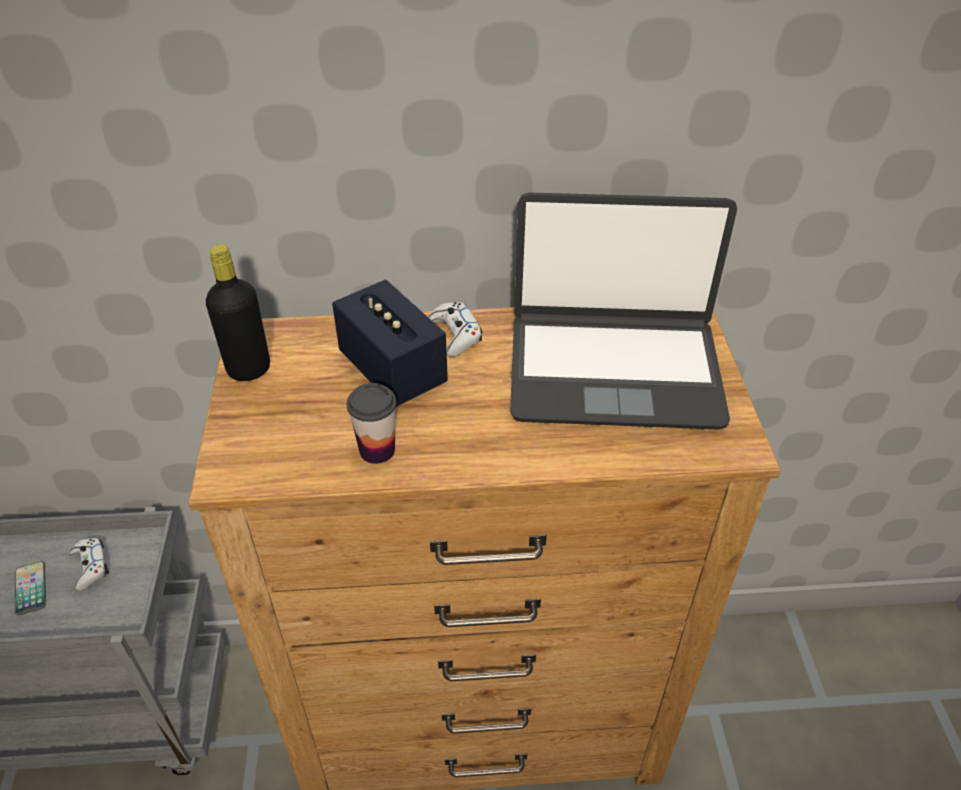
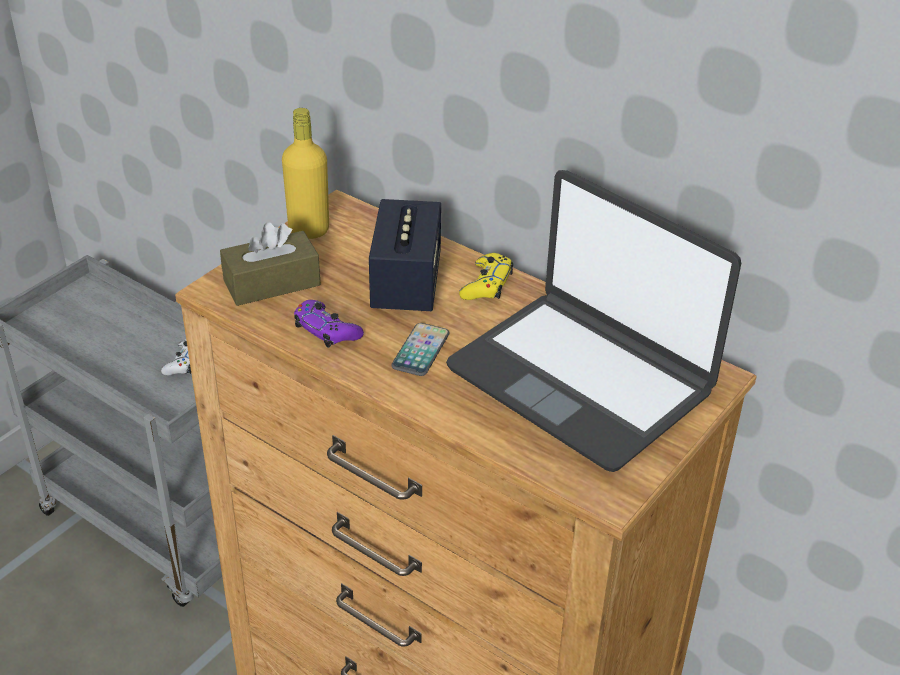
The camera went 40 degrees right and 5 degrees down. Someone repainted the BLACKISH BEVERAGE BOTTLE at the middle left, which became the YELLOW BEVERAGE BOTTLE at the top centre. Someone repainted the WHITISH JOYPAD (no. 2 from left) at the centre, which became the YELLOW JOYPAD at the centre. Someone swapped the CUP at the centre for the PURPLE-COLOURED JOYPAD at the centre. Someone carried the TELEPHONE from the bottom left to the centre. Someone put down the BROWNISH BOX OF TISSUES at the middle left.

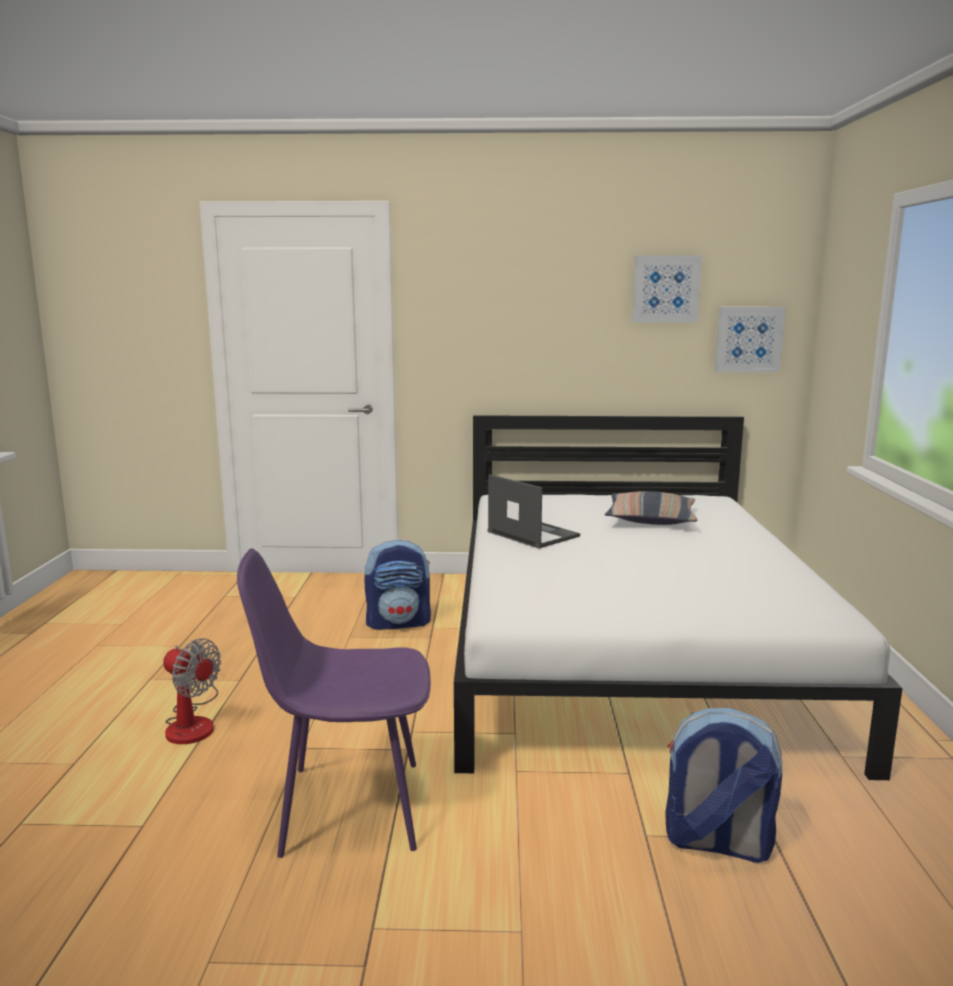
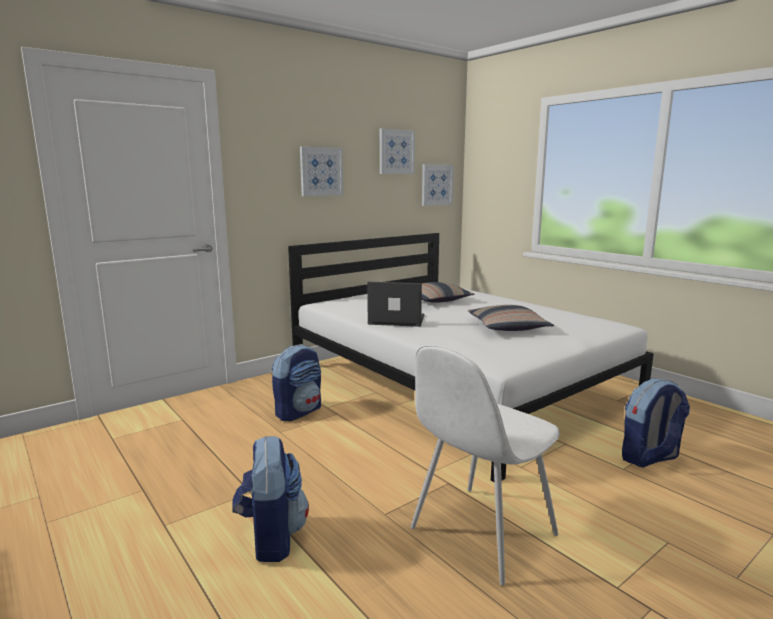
The camera went 40 degrees left and 0 degrees up. Someone repainted the PURPLE-COLOURED PLAIN CHAIR at the bottom centre, which became the WHITISH PLAIN CHAIR at the bottom centre. Someone swapped the COOLING FAN at the bottom left for the BACKPACK (no. 1 from left) at the bottom centre. Someone put up the WALL PICTURE (no. 1 from left) at the top centre. Someone put down the CUSHION (no. 2 from left) at the centre.

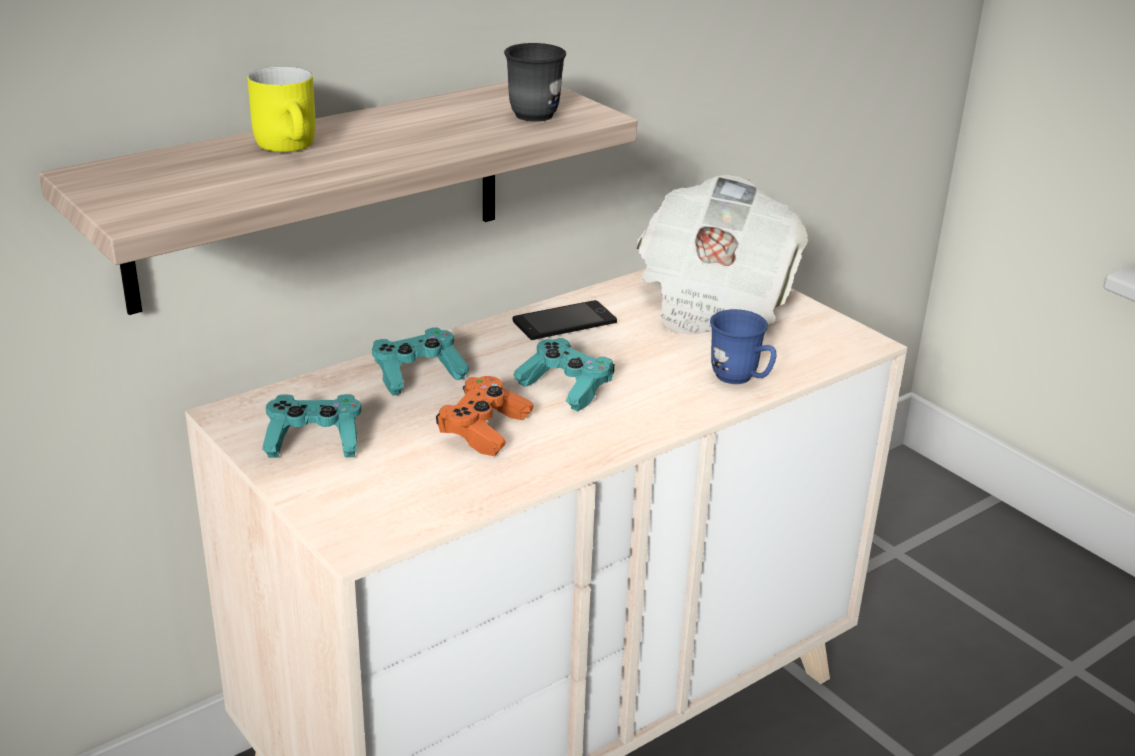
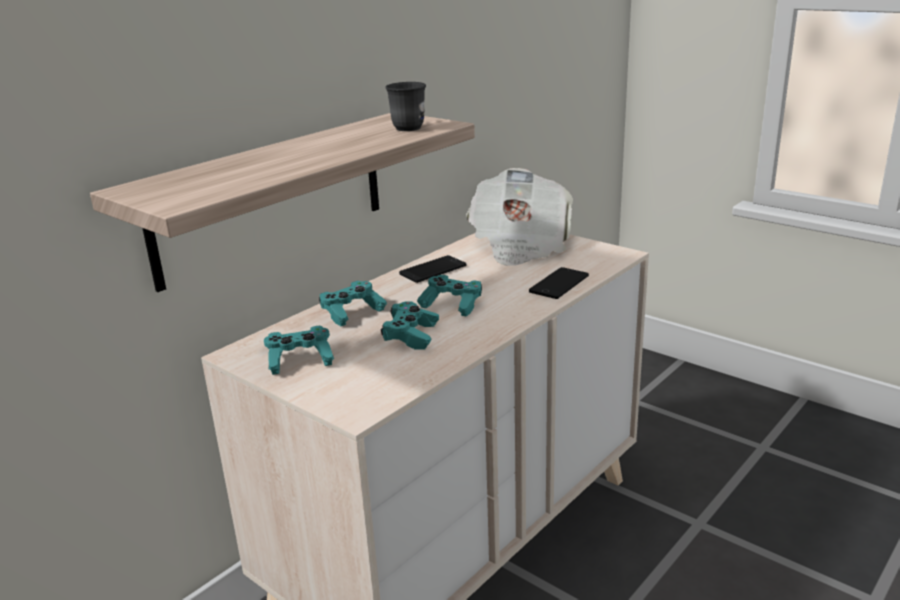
The camera went 10 degrees left and 5 degrees down. Someone took away the YELLOW COFFEE MUG at the top left. Someone swapped the BLUISH COFFEE MUG at the centre for the TELEPHONE (no. 2 from left) at the centre. Someone repainted the ORANGE JOYPAD at the centre, which became the TURQUOISE JOYPAD (no. 3 from left) at the centre.

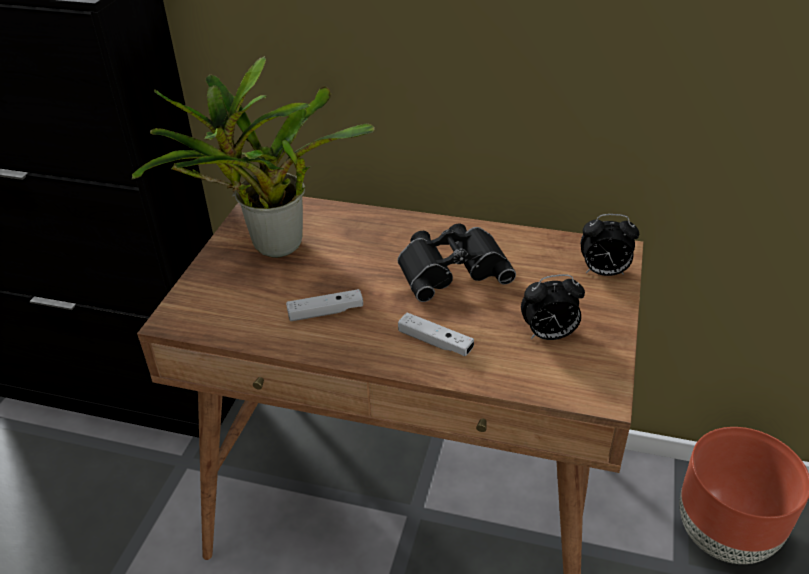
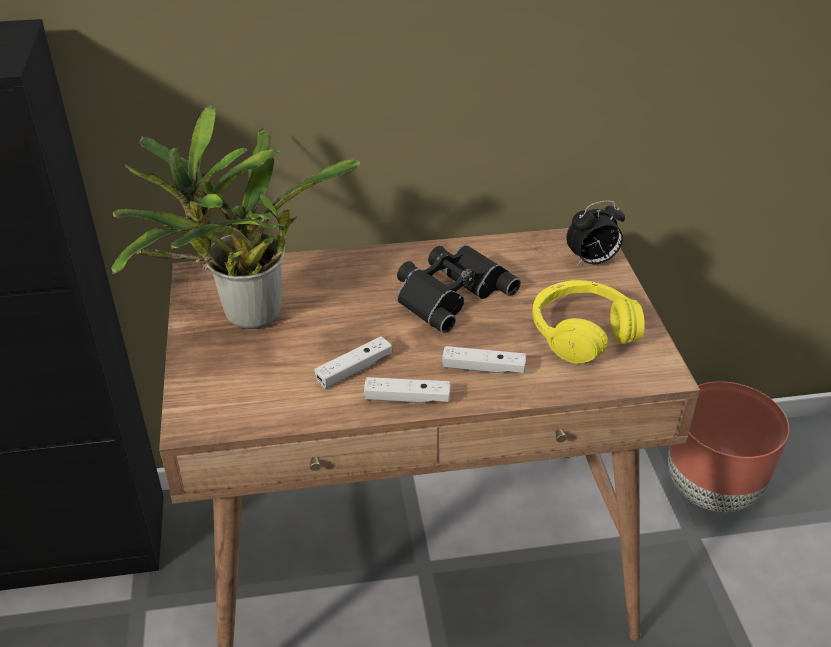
The camera went 25 degrees left and 0 degrees up. Someone swapped the ALARM CLOCK (no. 1 from left) at the middle right for the YELLOW HEADPHONES at the middle right. Someone put down the WHITISH JOYPAD (no. 2 from left) at the centre.

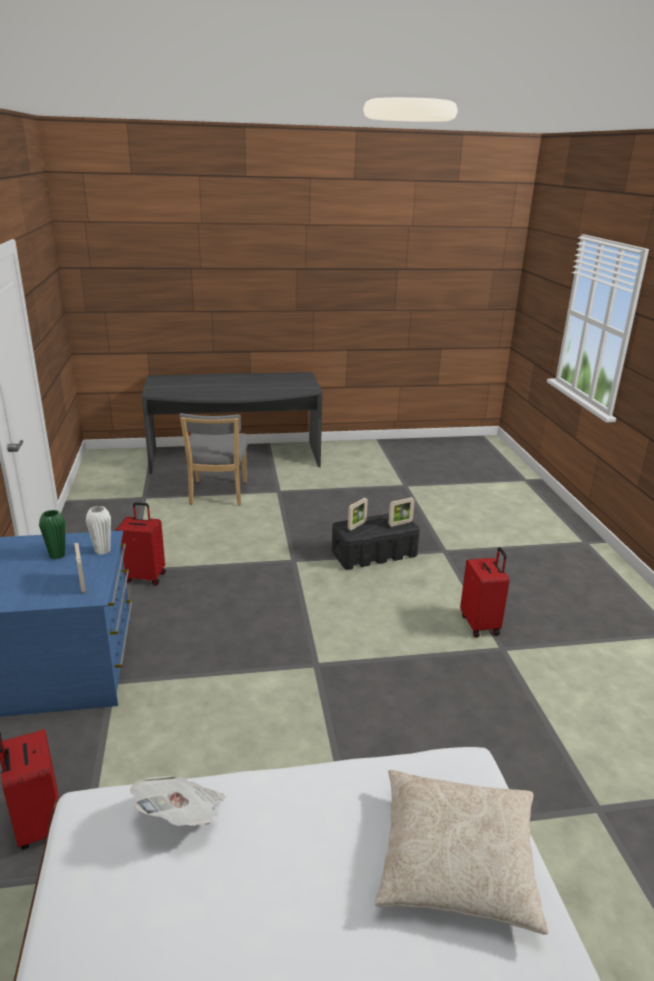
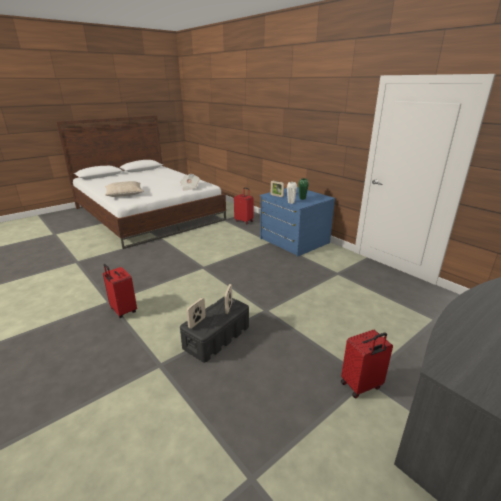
The camera went 150 degrees right and 0 degrees up. Someone took away the GREYISH PLAIN CHAIR at the middle left. Someone carried the REDDISH SUITCASE (no. 2 from left in the first image) from the middle left to the bottom right.

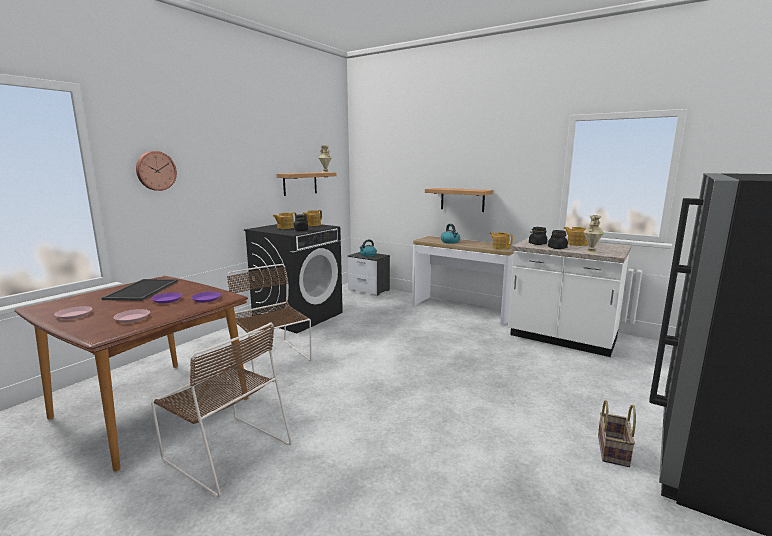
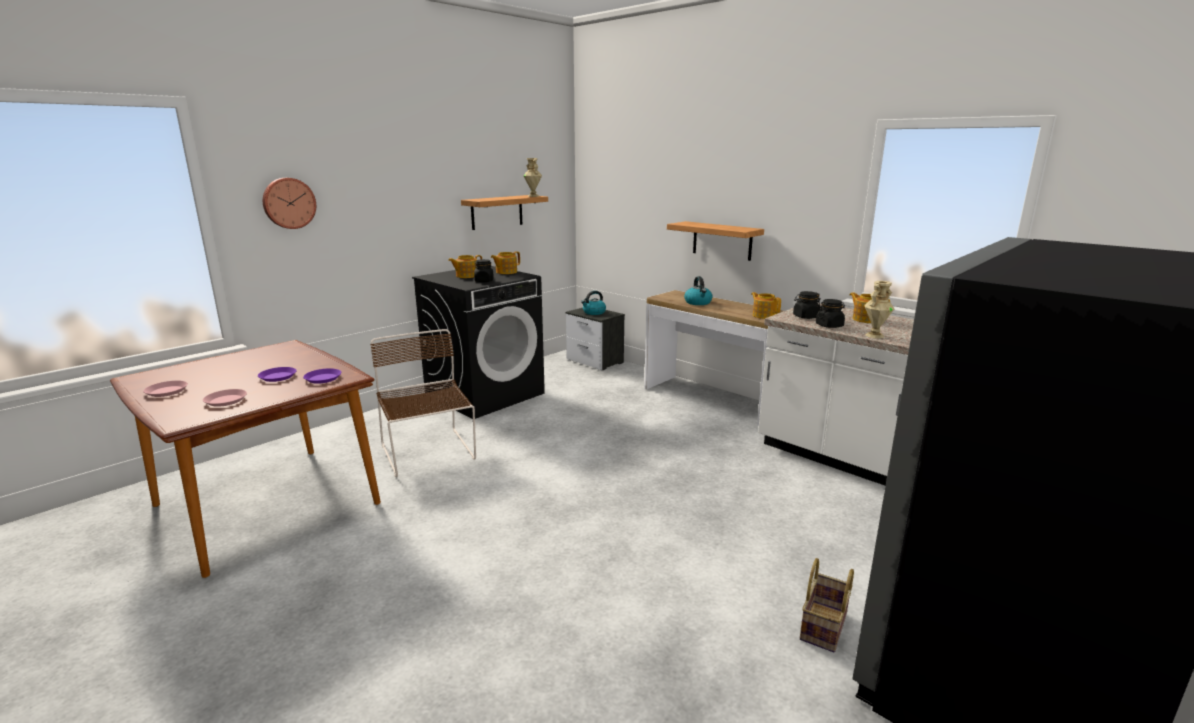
The camera went 10 degrees right and 5 degrees up. Someone took away the TRAY at the middle left. Someone took away the BROWNISH PLAIN CHAIR (no. 1 from left) at the bottom left.

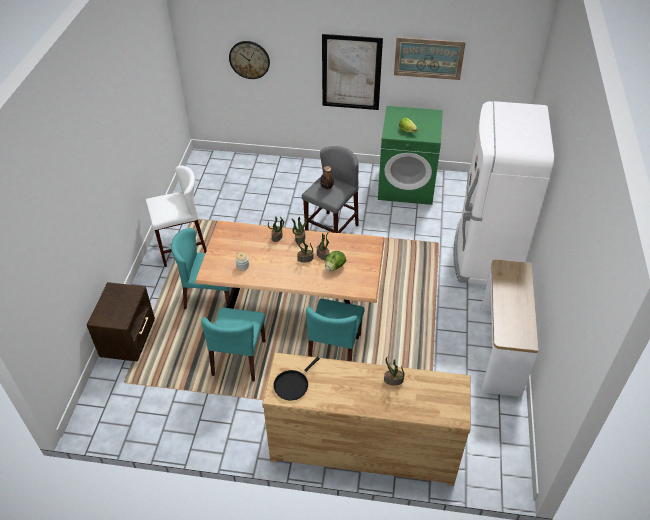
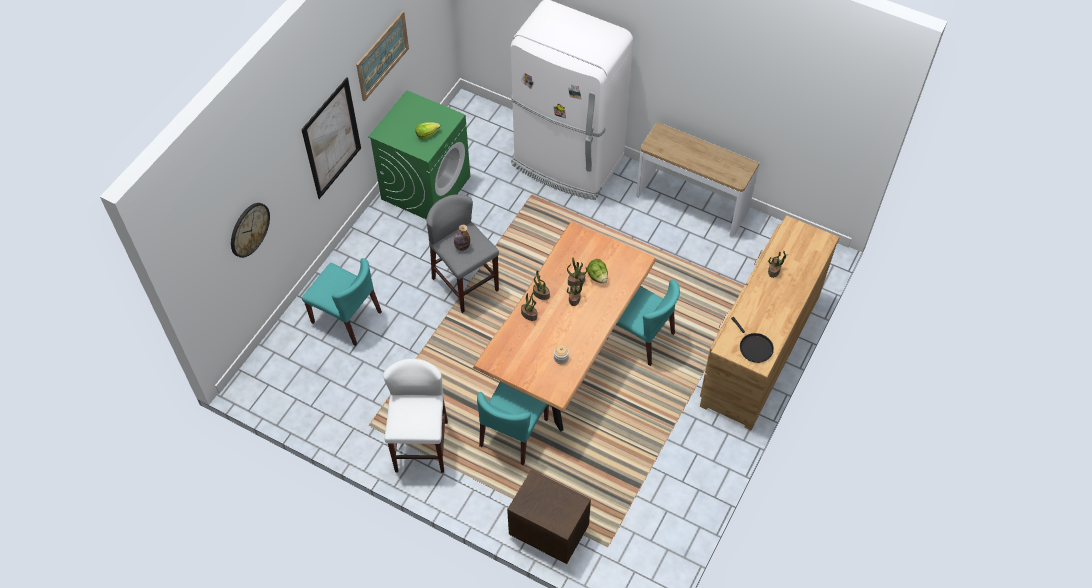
The camera went 70 degrees left and 10 degrees up. Someone carried the TURQUOISE PLAIN CHAIR (no. 2 from left in the first image) from the centre to the middle left.

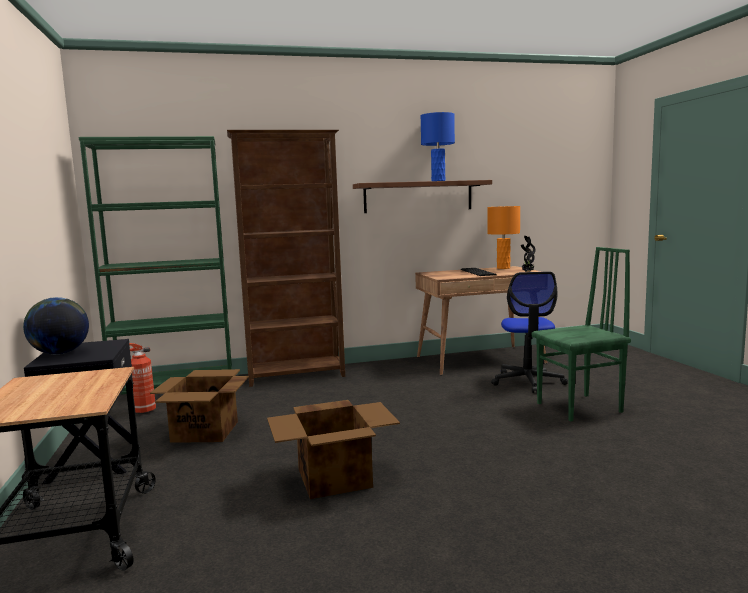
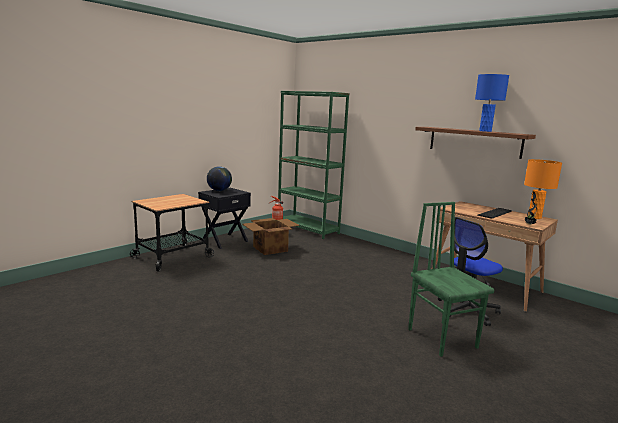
The camera went 55 degrees right and 5 degrees up. Someone took away the BROWNISH BOOKSHELF at the centre. Someone rotated the GREENISH PLAIN CHAIR at the middle right by 150 degrees counterclockwise. Someone took away the CARTON (no. 2 from left) at the bottom centre.

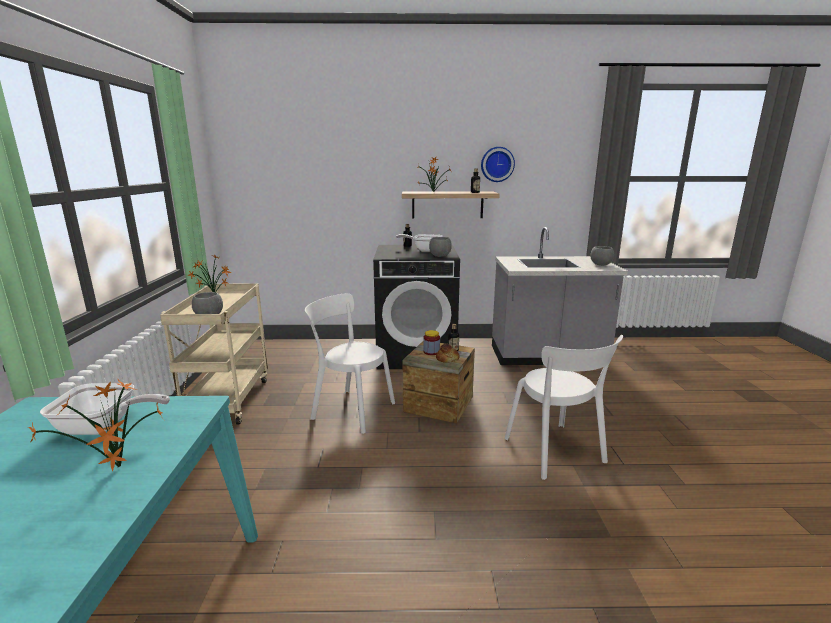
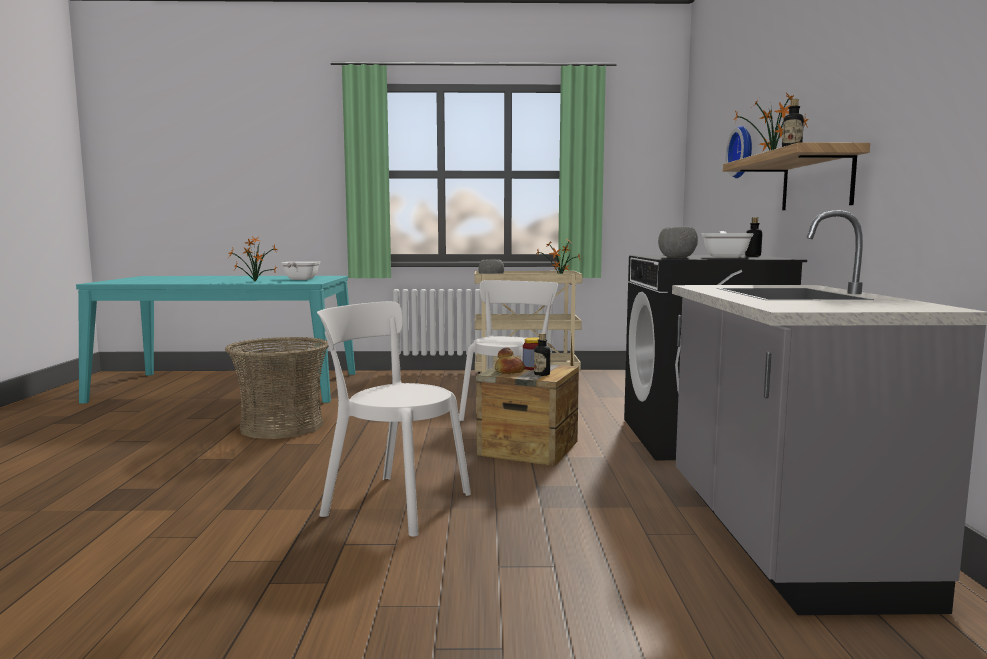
The camera went 90 degrees right and 10 degrees down. Someone carried the WALL CLOCK from the top centre to the top right. Someone took away the GREYISH BOWL (no. 3 from left) at the middle right. Someone rotated the WHITISH PLAIN CHAIR (no. 2 from left in the first image) at the middle right by 45 degrees clockwise. Someone put down the STORAGE BASKET at the middle left.

